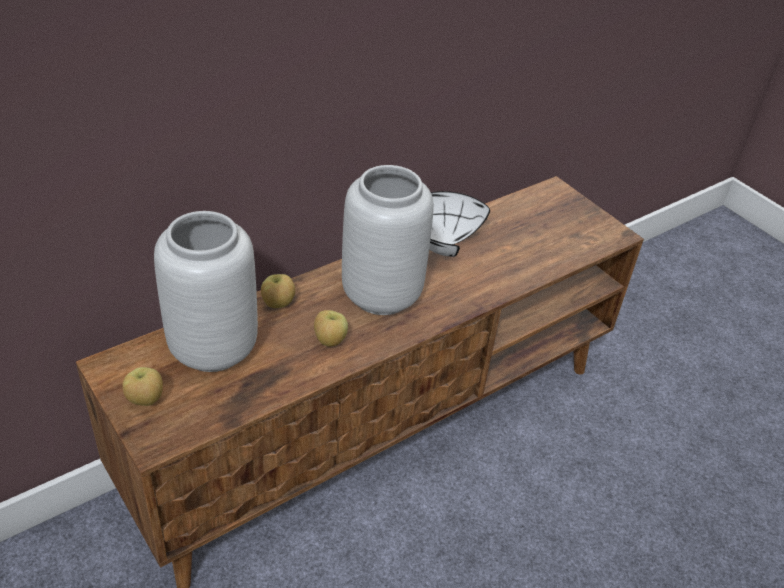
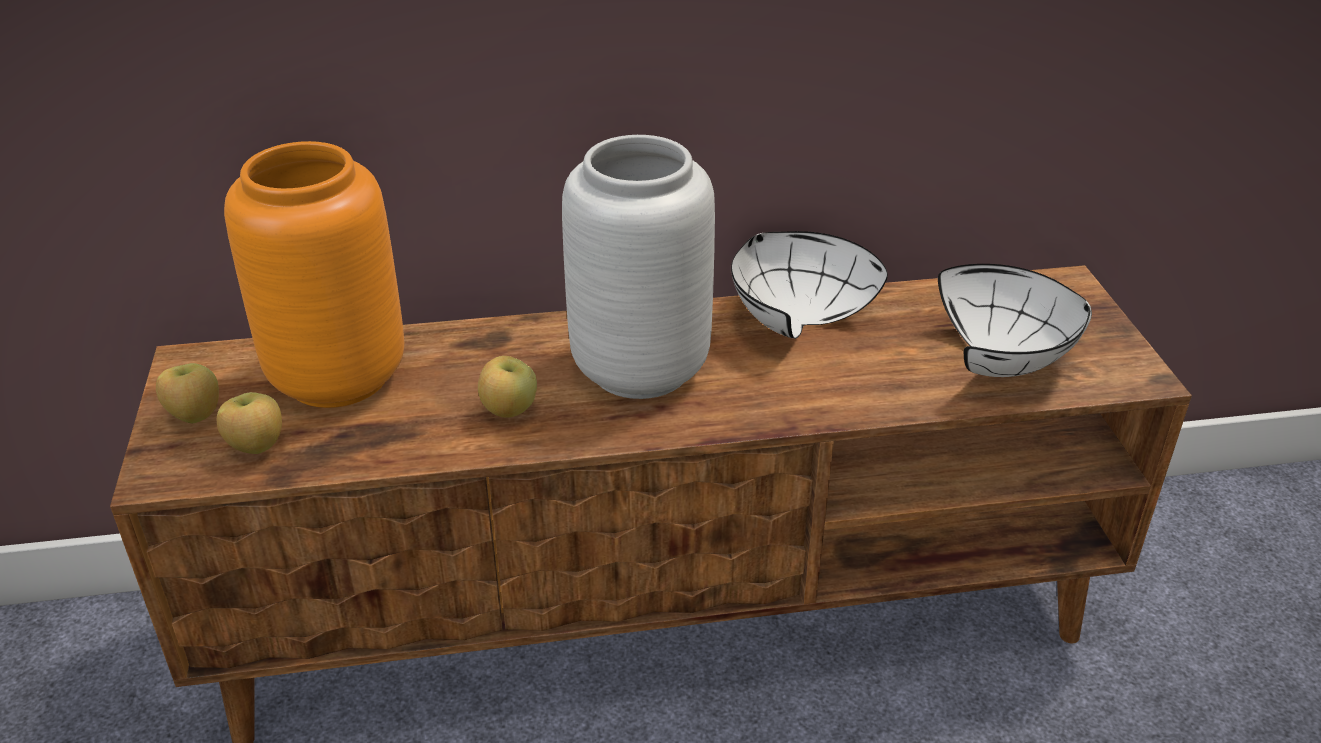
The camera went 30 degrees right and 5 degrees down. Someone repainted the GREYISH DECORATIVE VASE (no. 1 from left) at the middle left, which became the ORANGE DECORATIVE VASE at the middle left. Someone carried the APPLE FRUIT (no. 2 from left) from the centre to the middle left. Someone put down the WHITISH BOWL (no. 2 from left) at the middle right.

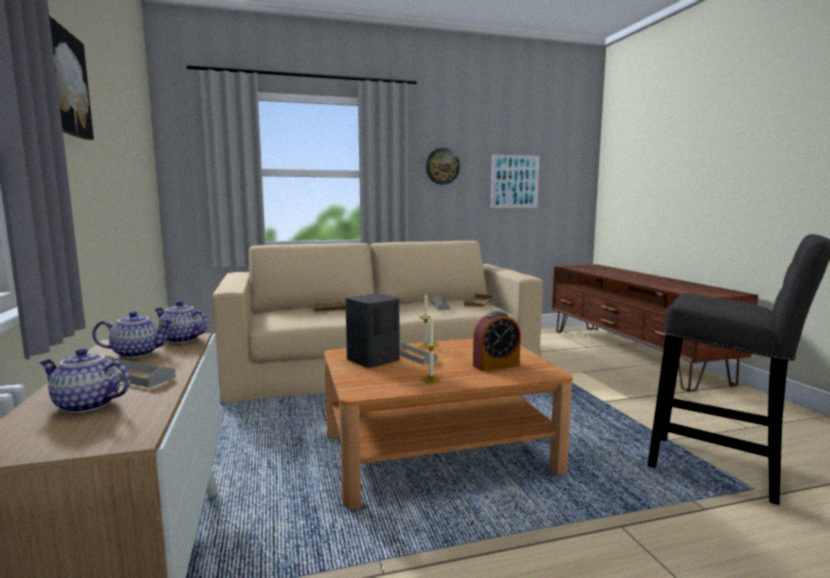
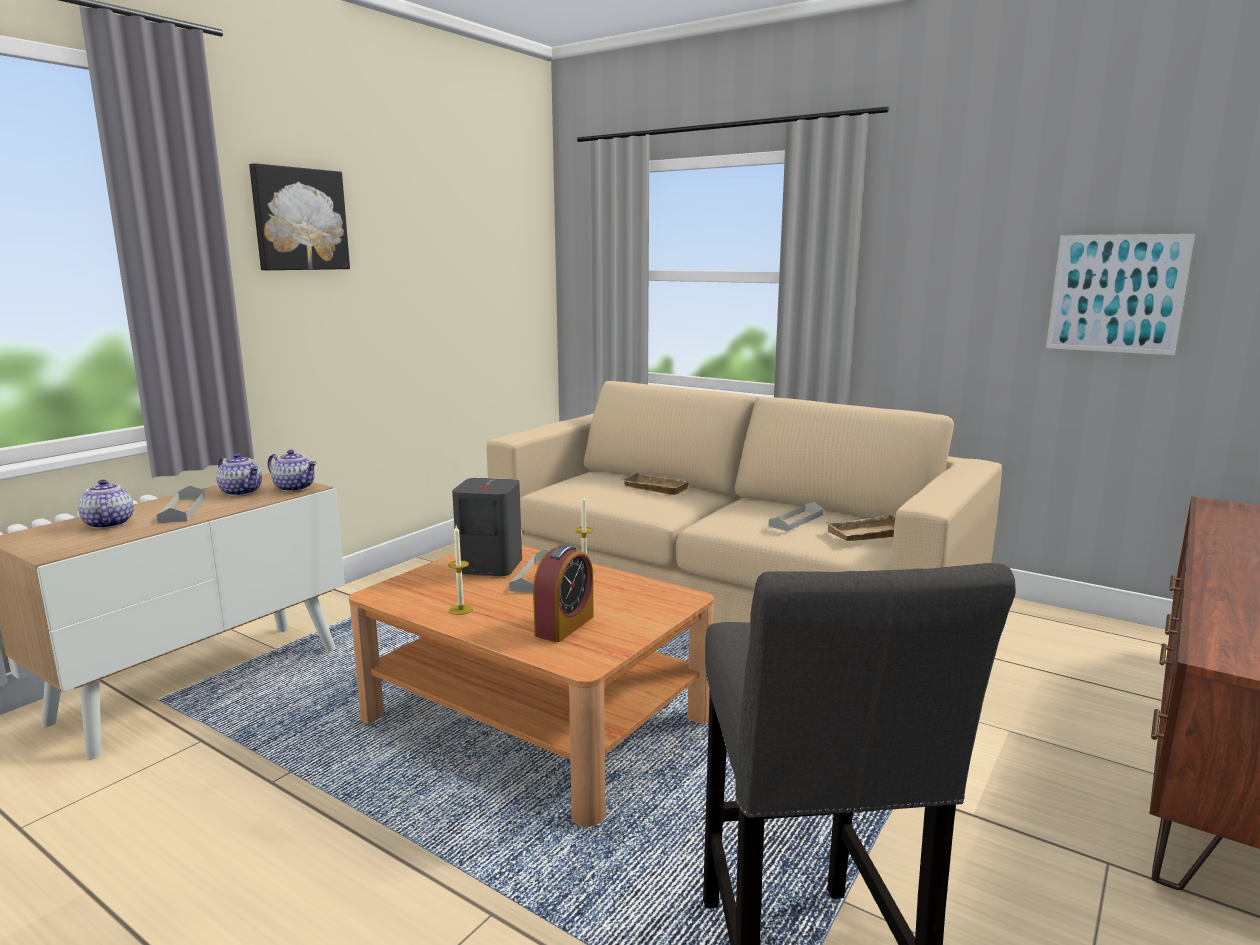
The camera went 50 degrees right and 5 degrees up. Someone took away the WALL CLOCK at the top centre. Someone rotated the TEA POT (no. 3 from left) at the middle left by 135 degrees clockwise. Someone rotated the ALARM CLOCK at the centre by 90 degrees counterclockwise.

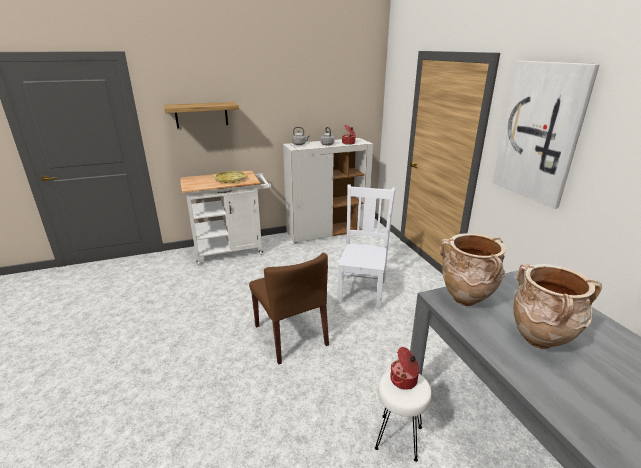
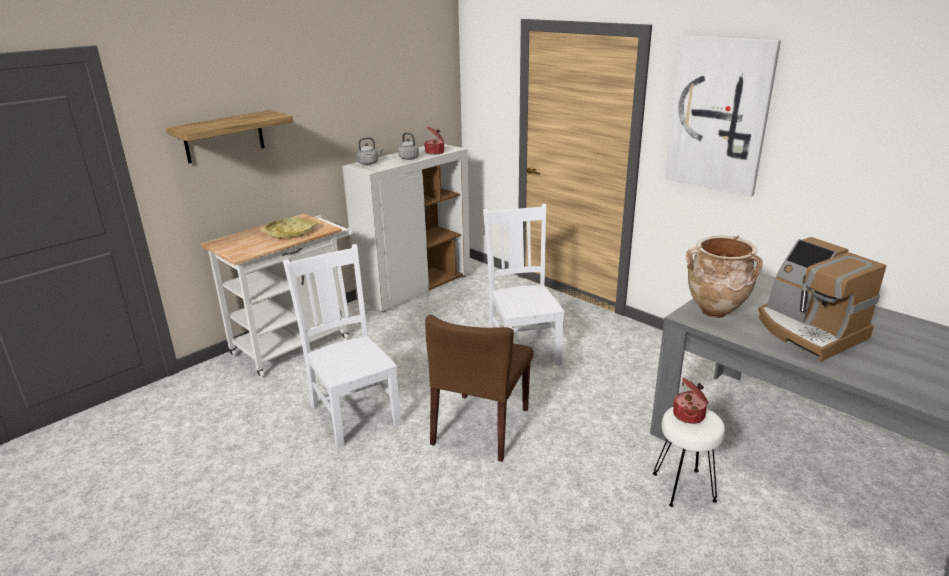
The camera went 25 degrees left and 0 degrees up. Someone rotated the BROWNISH PLAIN CHAIR at the centre by 75 degrees clockwise. Someone swapped the BEIGE DECORATIVE VASE (no. 2 from left) at the middle right for the COFFEE MACHINE at the middle right. Someone put down the WHITISH PLAIN CHAIR (no. 1 from left) at the centre.

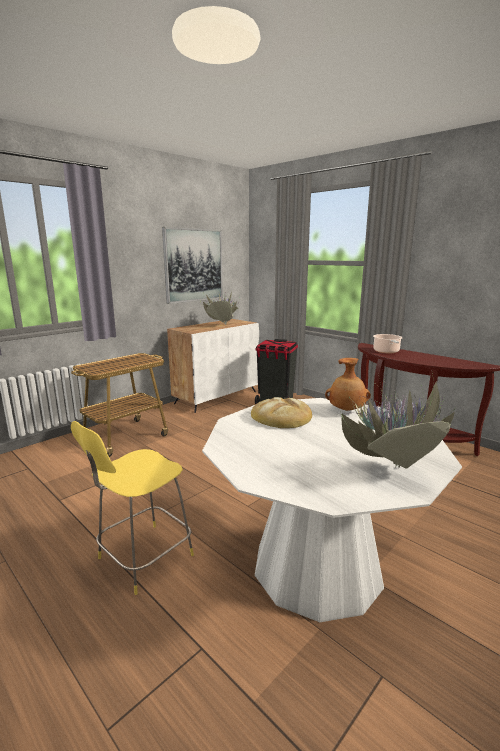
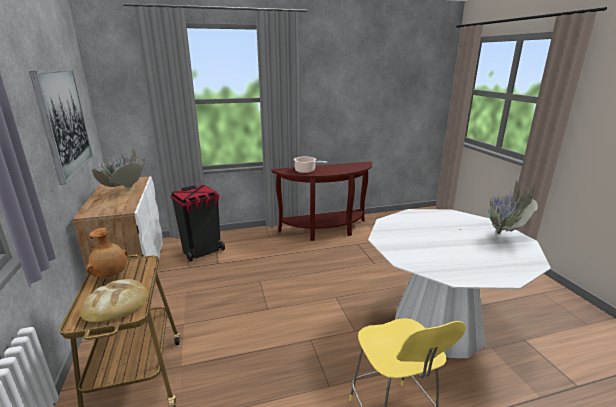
The camera went 60 degrees left and 5 degrees up. Someone carried the BROWNISH DECORATIVE VASE from the middle right to the middle left. Someone carried the BAKED BREAD from the centre to the bottom left.

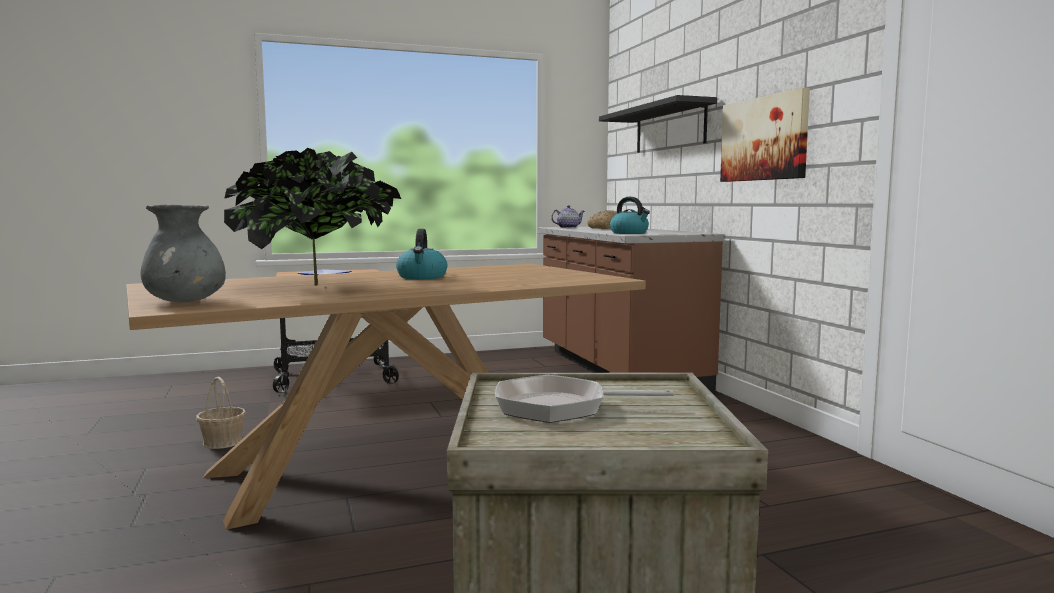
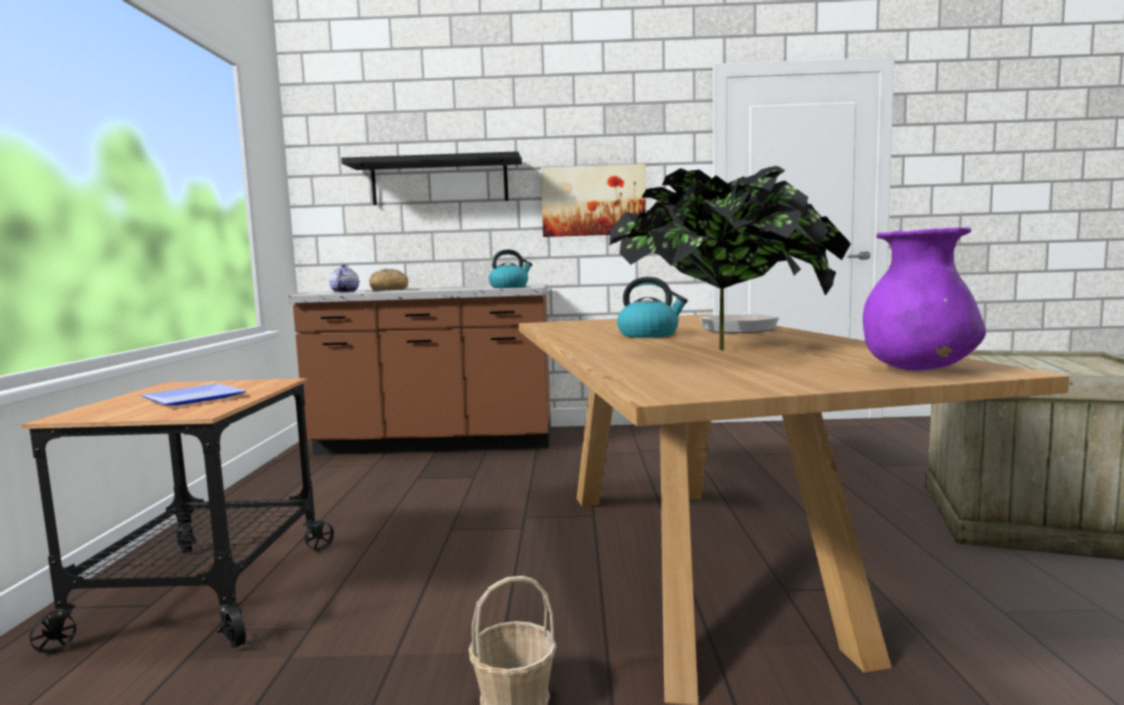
The camera went 70 degrees left and 0 degrees up. Someone repainted the GREYISH DECORATIVE VASE at the middle left, which became the PURPLE-COLOURED DECORATIVE VASE at the middle right. Someone carried the PAN from the bottom centre to the centre.

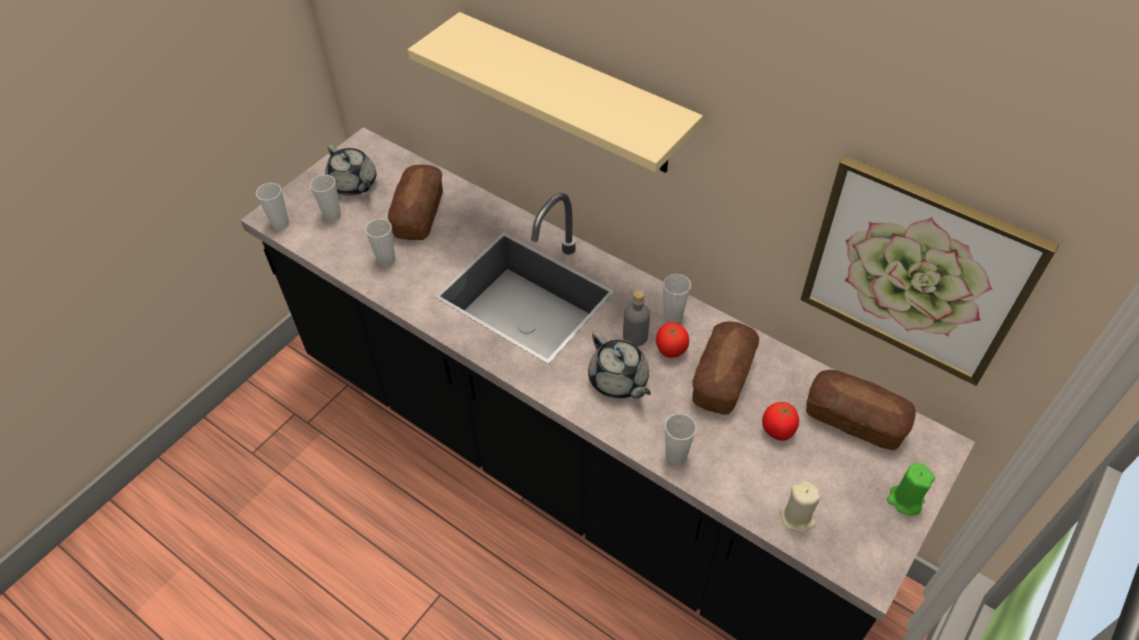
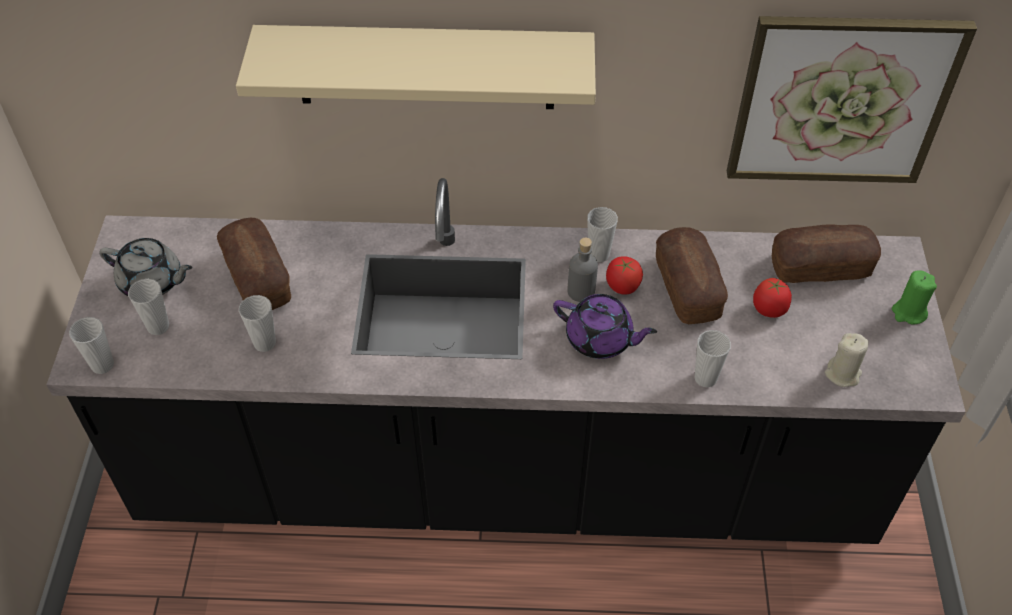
The camera went 35 degrees left and 0 degrees up. Someone repainted the GREYISH TEA POT (no. 2 from left) at the centre, which became the PURPLE-COLOURED TEA POT at the centre.

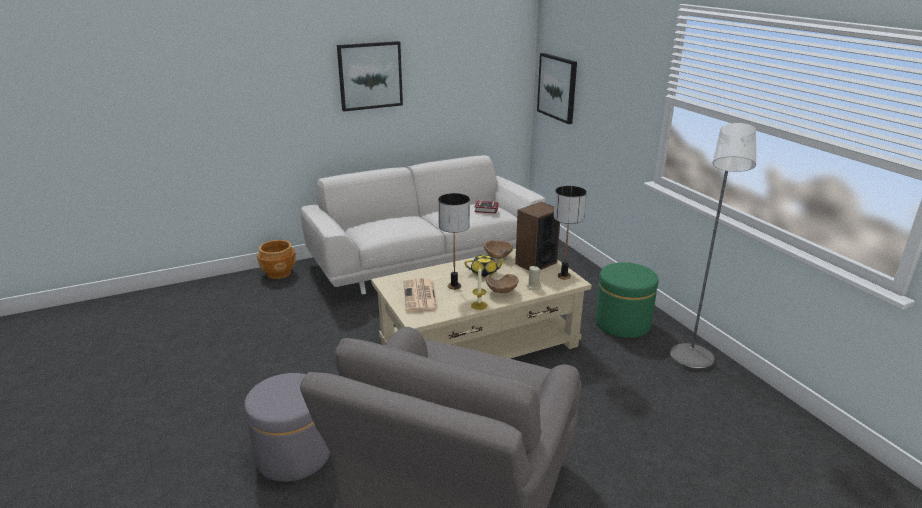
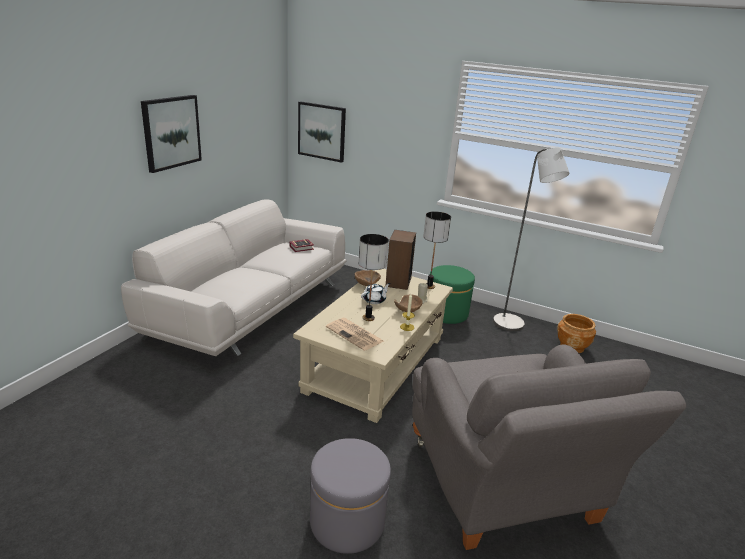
The camera went 40 degrees left and 0 degrees up. Someone carried the BROWNISH FLOWER POT from the middle left to the middle right. Someone repainted the YELLOW TEA POT at the centre, which became the WHITISH TEA POT at the centre.

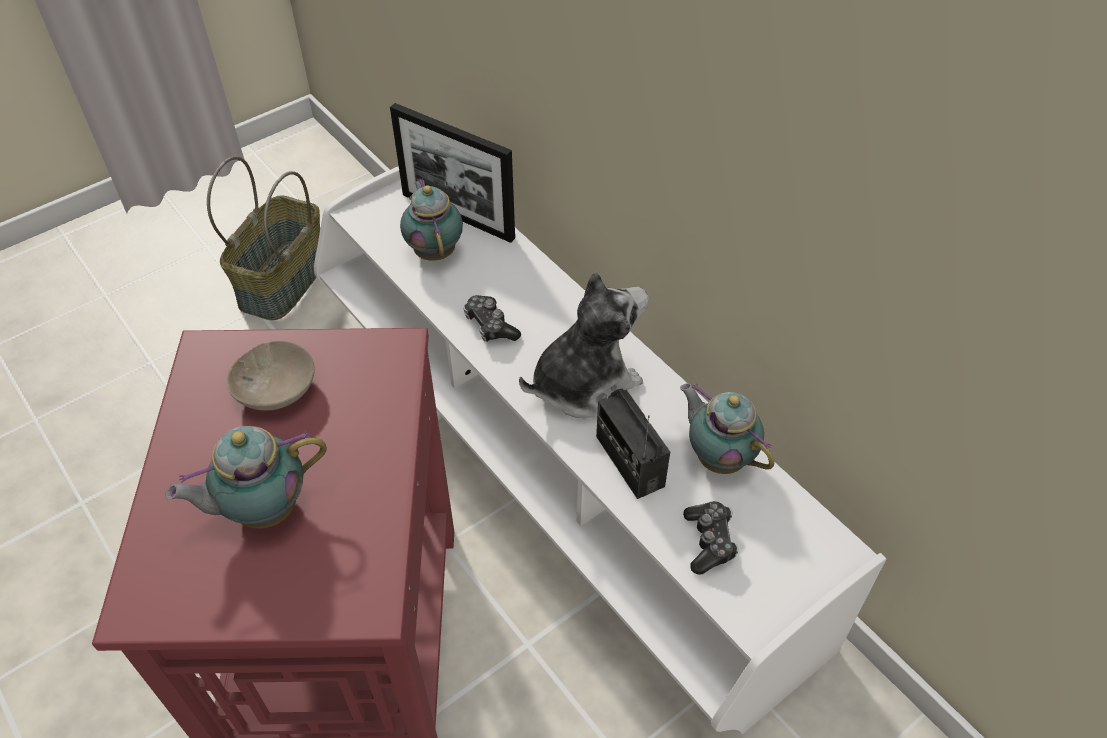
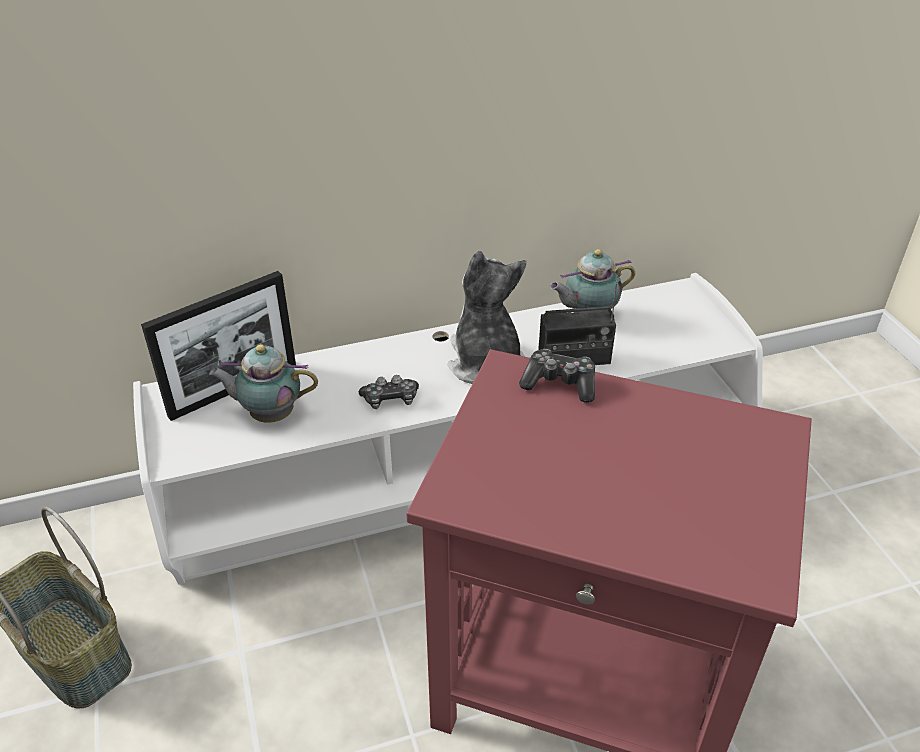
The camera went 70 degrees left and 10 degrees down. Someone took away the BEIGE BOWL at the middle left. Someone took away the TEA POT (no. 1 from left) at the middle left. Someone carried the JOYPAD (no. 2 from left) from the bottom centre to the centre.

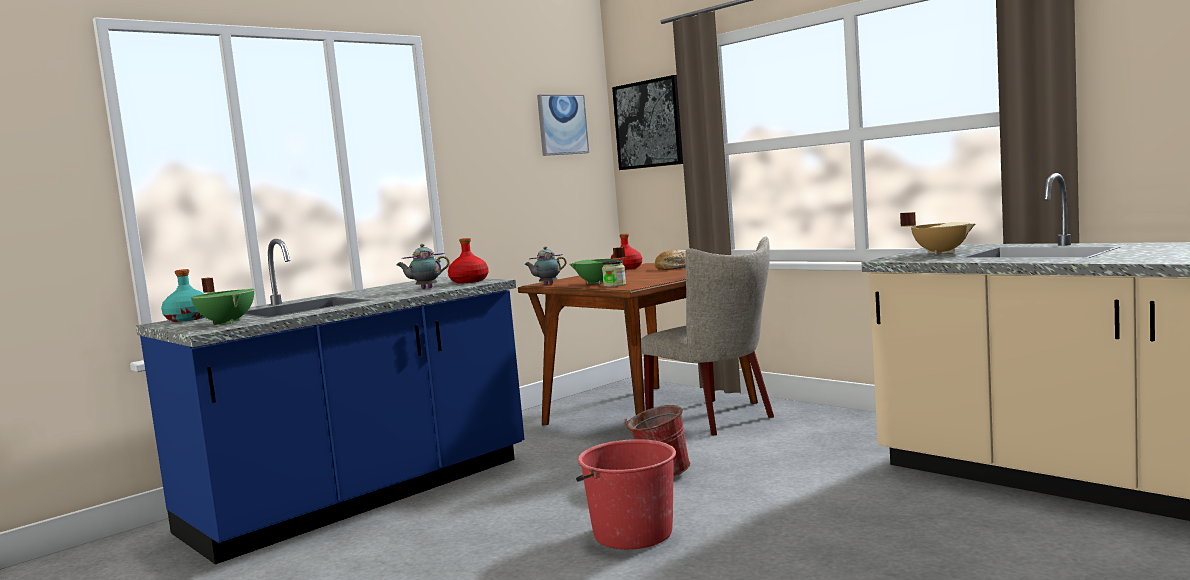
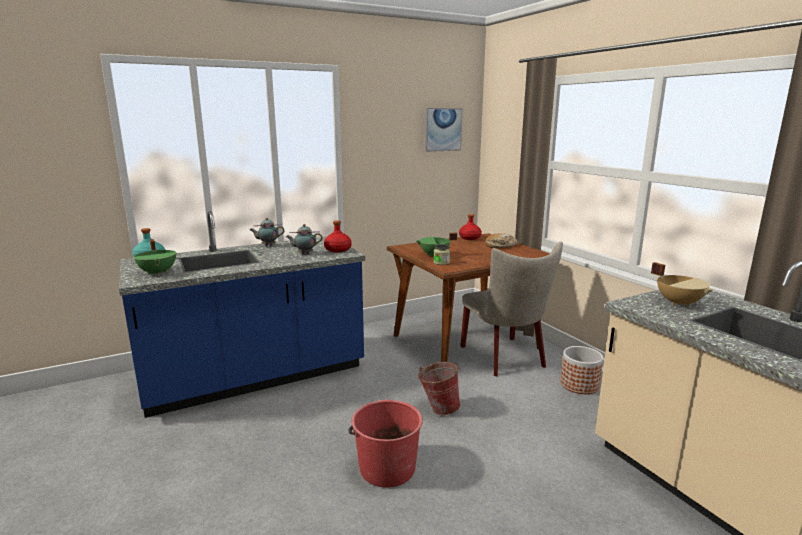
The camera went 15 degrees right and 10 degrees up. Someone took away the WALL PICTURE (no. 2 from left) at the top centre. Someone carried the TEA POT (no. 2 from left in the first image) from the centre to the middle left. Someone put down the FLOWER POT at the bottom right.

